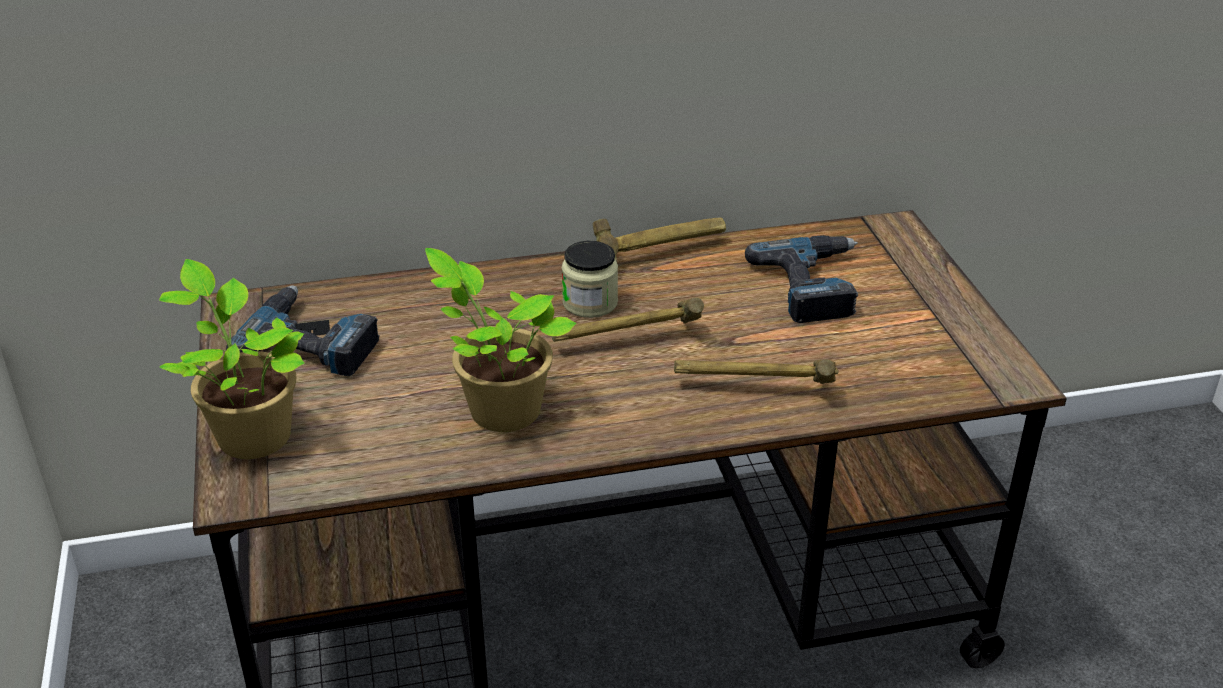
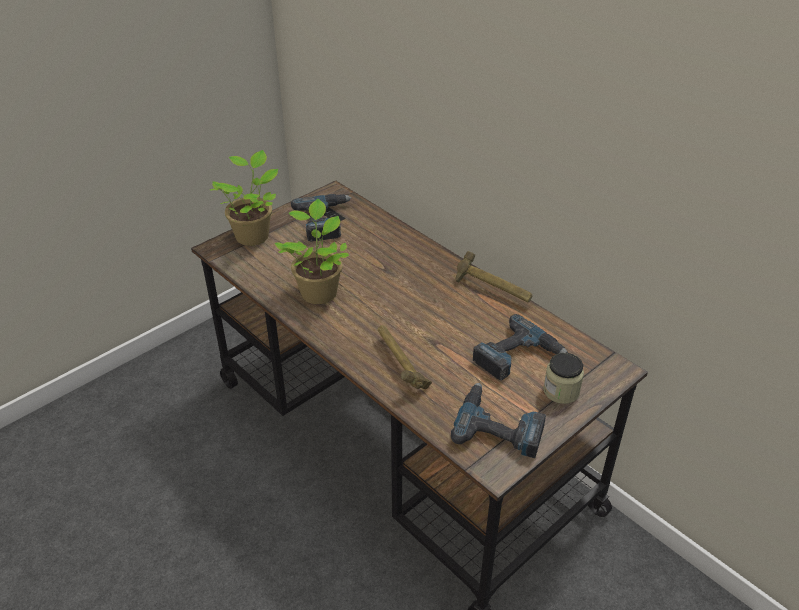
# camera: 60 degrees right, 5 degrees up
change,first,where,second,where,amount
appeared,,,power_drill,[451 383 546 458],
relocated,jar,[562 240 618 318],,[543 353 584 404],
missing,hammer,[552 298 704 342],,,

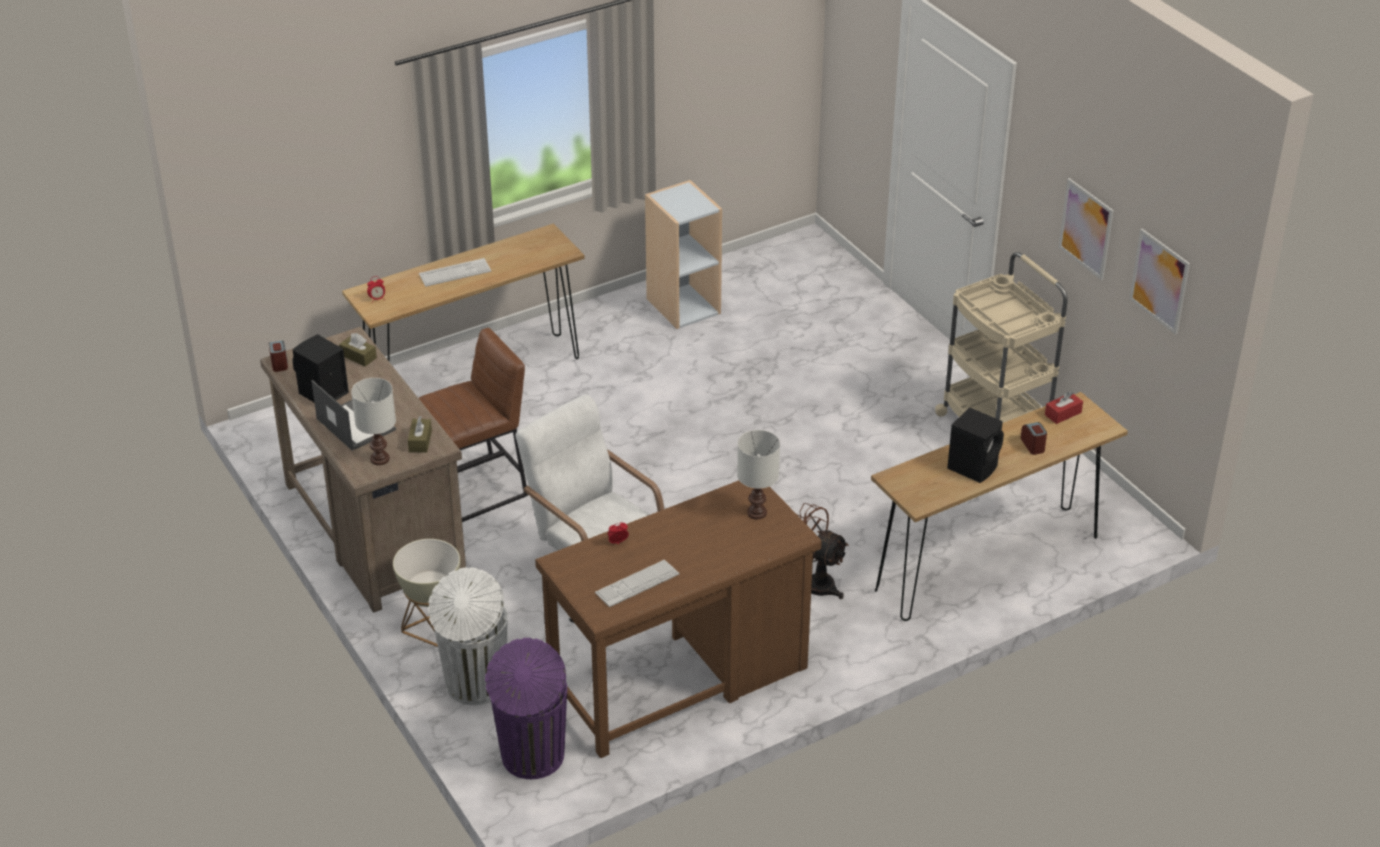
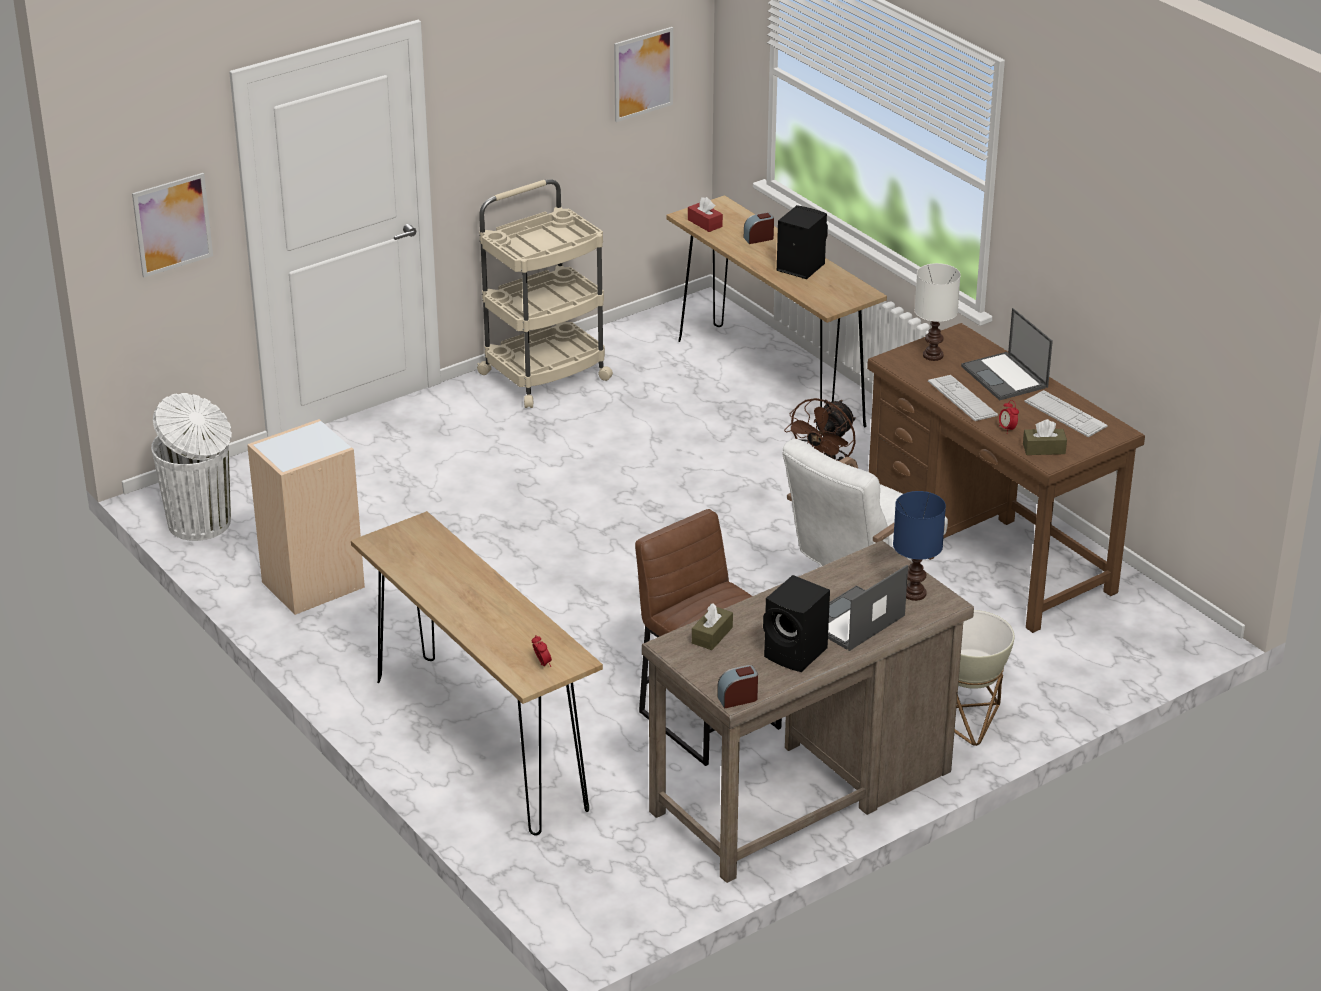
# camera: 95 degrees left, 5 degrees down
change,first,where,second,where,amount
relocated,picture,[1059 178 1114 280],,[132 173 213 277],
relocated,white_trash_can,[428 567 508 705],,[151 393 232 541],
colour,white_table_lamp,[351 378 396 465],blue_table_lamp,[893 491 946 601],
relocated,keyboard,[419 258 491 287],,[928 375 998 421],
appeared,,,laptop,[961 308 1053 400],
relocated,brown_tissue_box,[407 416 432 453],,[1023 419 1067 455],
missing,purple_trash_can,[485 638 567 779],,,

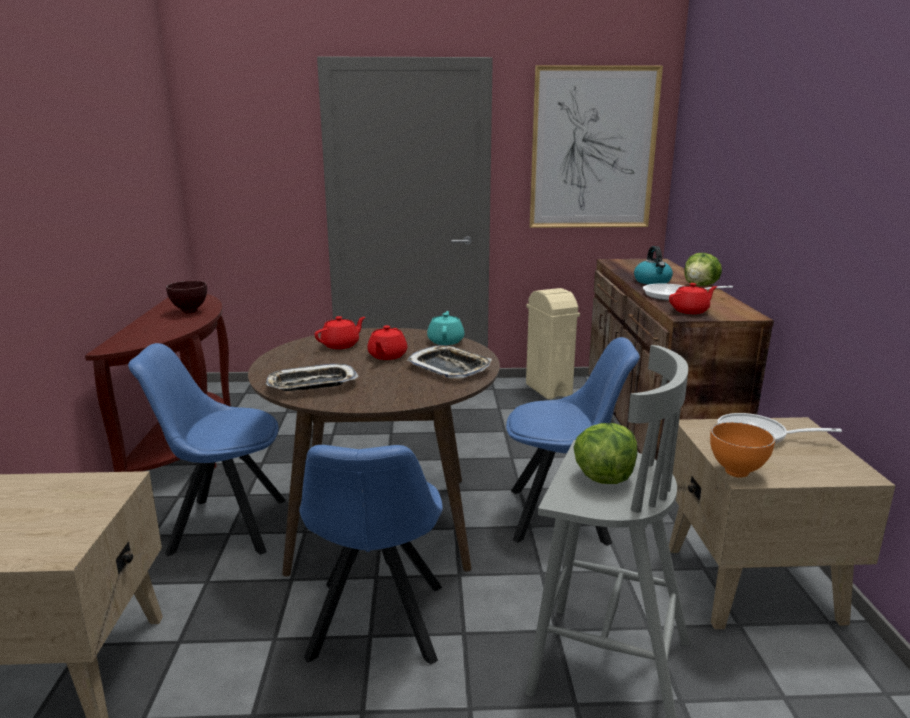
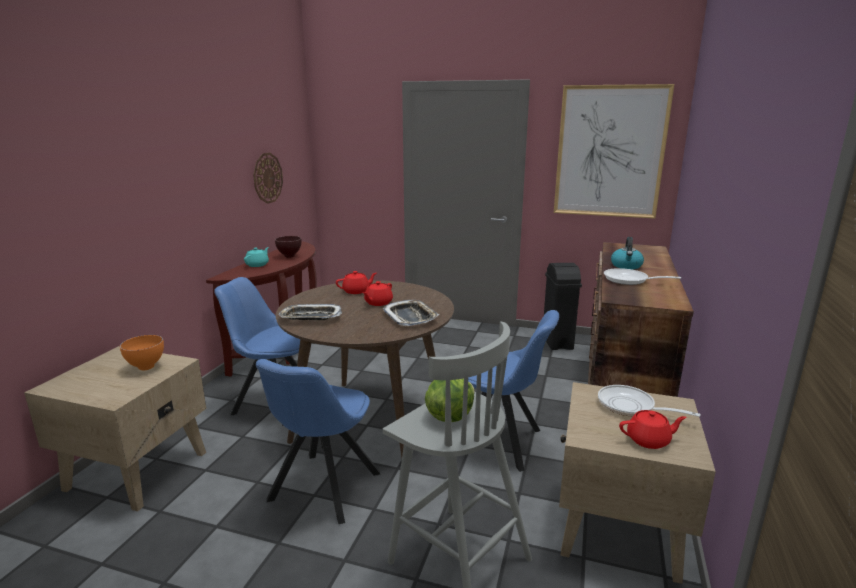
# camera: 20 degrees right, 0 degrees up
change,first,where,second,where,amount
relocated,orange_bowl,[710 422 775 478],,[120 335 164 370],
relocated,turquoise_teapot,[427 311 465 345],,[244 247 269 267],
appeared,,,wall_clock,[253 153 283 204],
colour,beige_trash_can,[526 288 580 399],black_trash_can,[544 263 582 350],
relocated,red_teapot,[669 283 717 314],,[619 410 687 449],
missing,lettuce,[684 253 722 286],,,

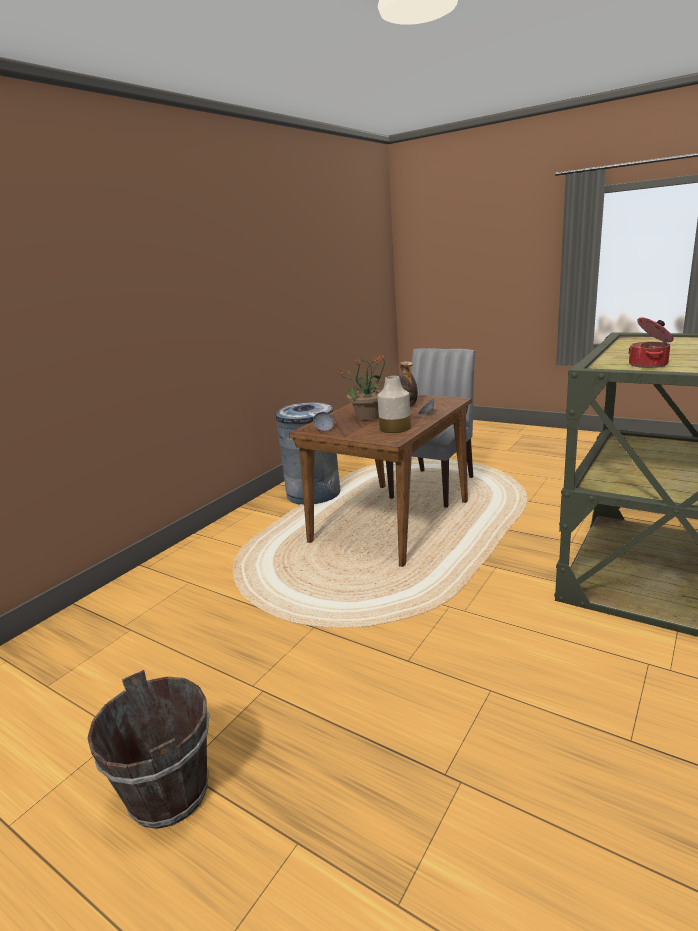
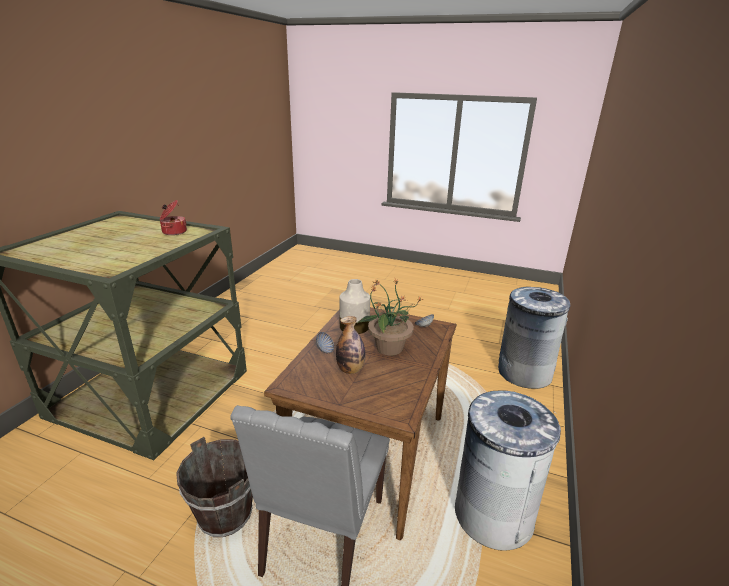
# camera: 165 degrees right, 5 degrees up
change,first,where,second,where,amount
relocated,brown_bucket,[87 670 209 829],,[176 437 253 537],
appeared,,,grey_trash_can,[498 287 570 389],

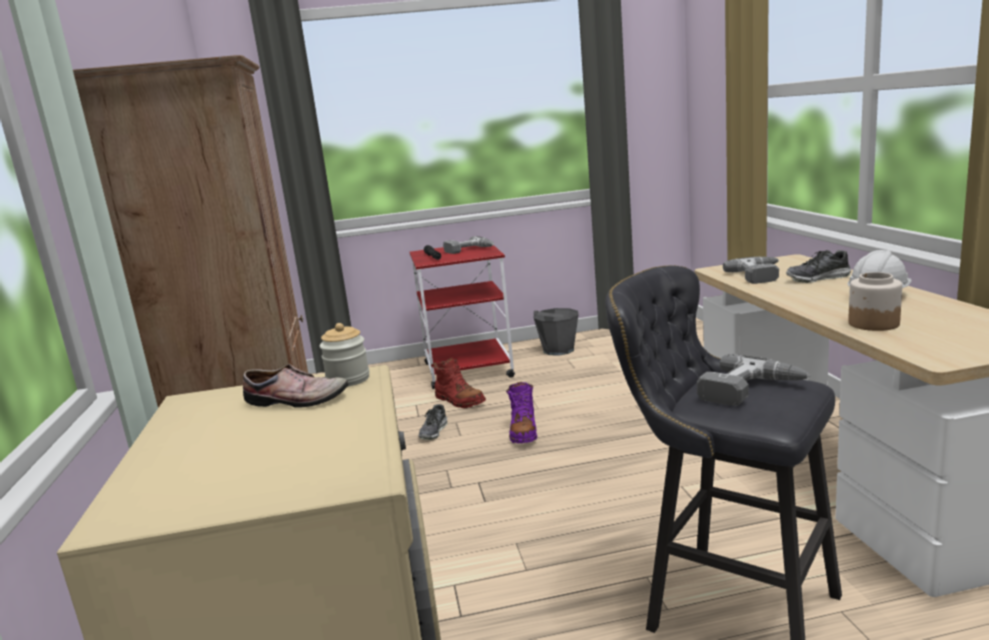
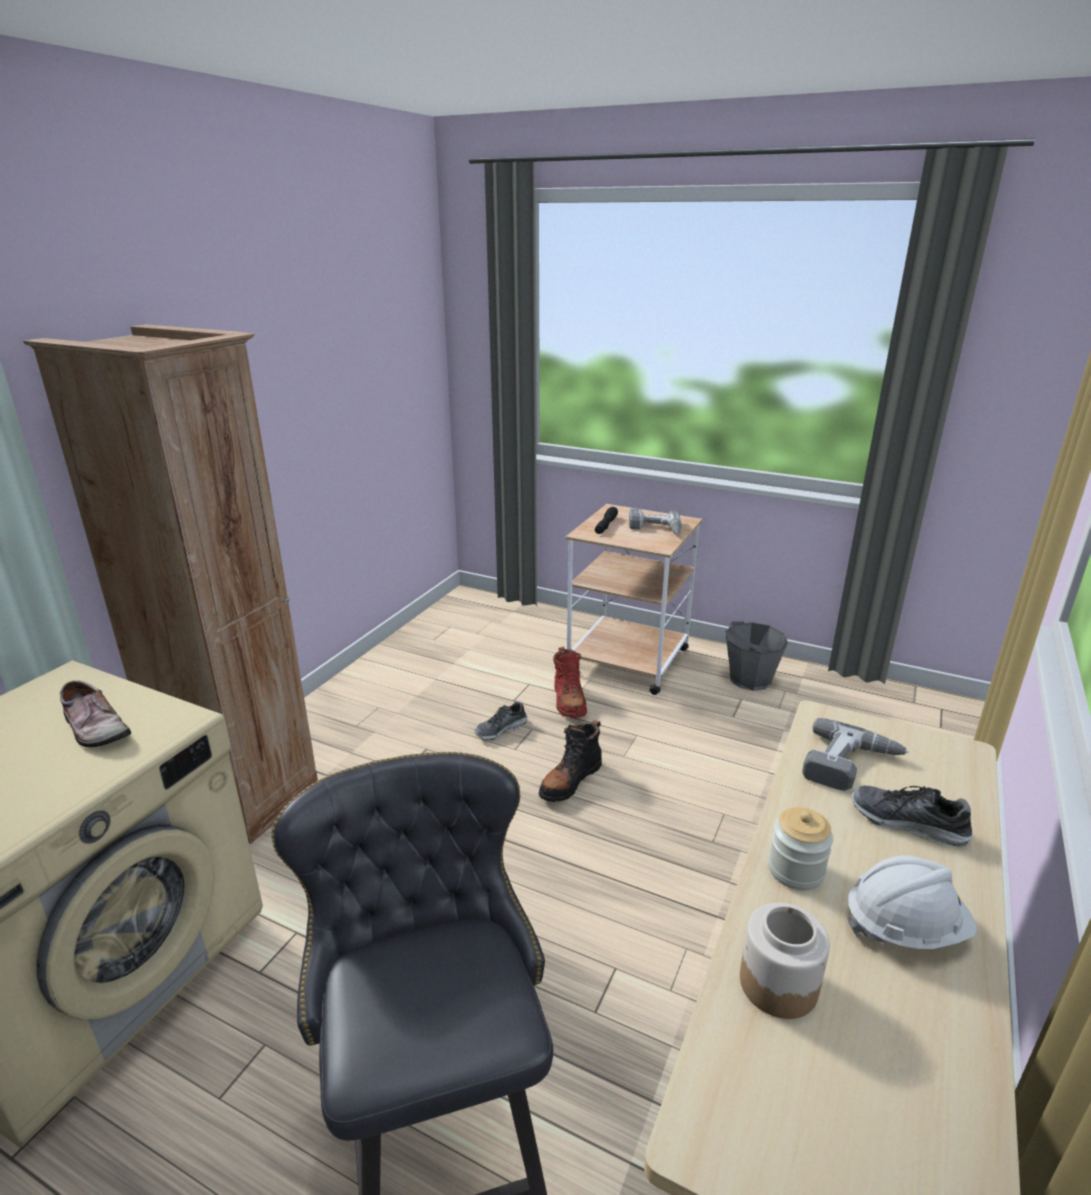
# camera: 35 degrees right, 10 degrees up
change,first,where,second,where,amount
colour,purple_boot,[506 382 537 443],black_boot,[539 721 602 802],
colour,red_cart,[409 245 515 389],beige_cart,[566 504 702 695],
relocated,jar,[320 323 370 387],,[768 807 833 891],
missing,power_drill,[697 354 811 406],,,

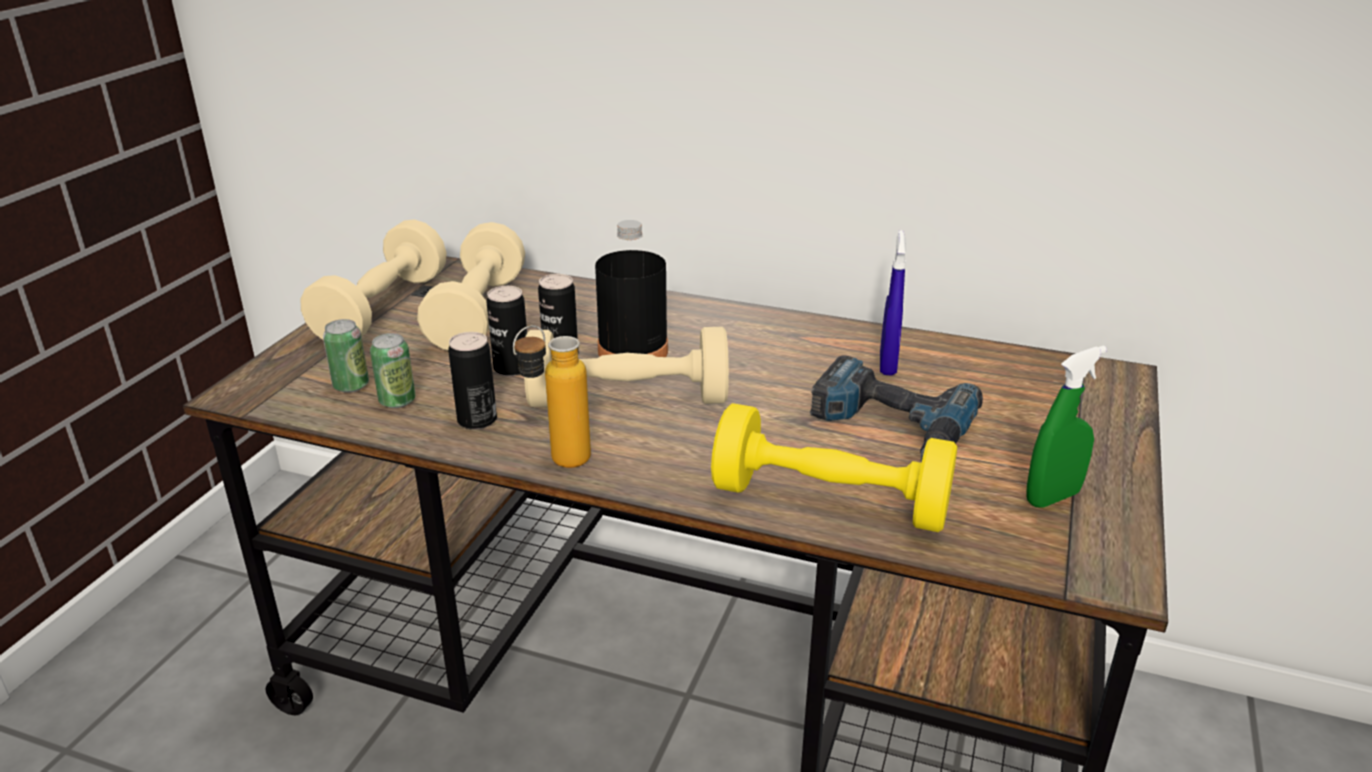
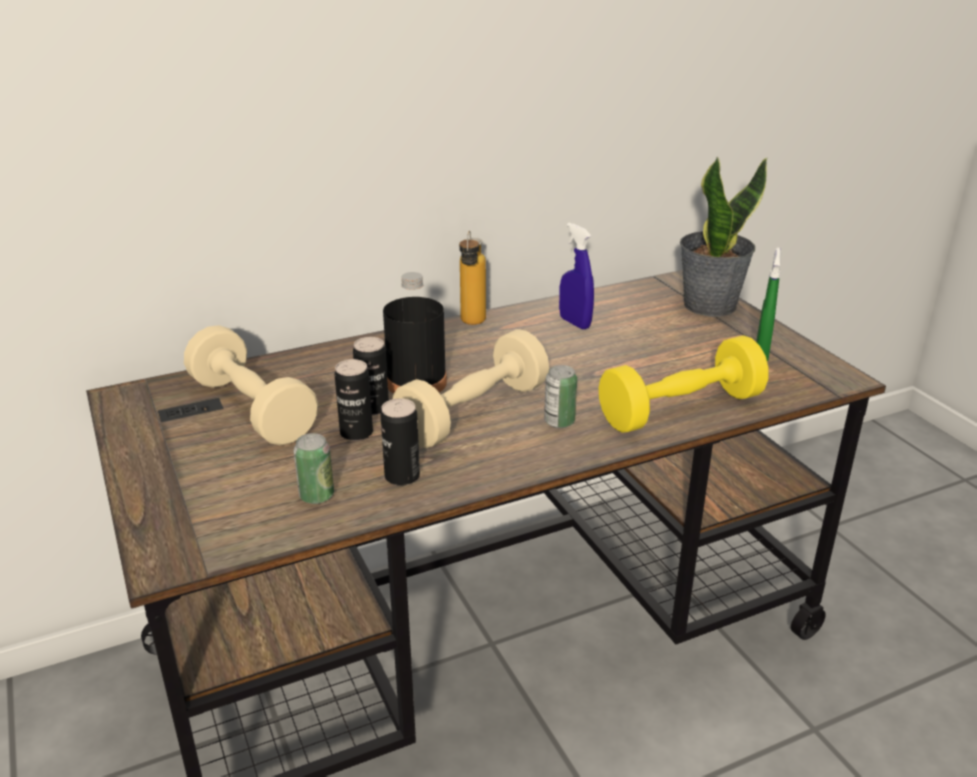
# camera: 45 degrees left, 0 degrees up
change,first,where,second,where,amount
relocated,bottle,[513 325 591 468],,[459 231 486 325],
relocated,can,[323 319 369 393],,[544 365 577 428],
appeared,,,potted_plant,[680 156 768 317],
missing,beige_dumbbell,[301 219 447 340],,,
missing,power_drill,[810 355 983 462],,,

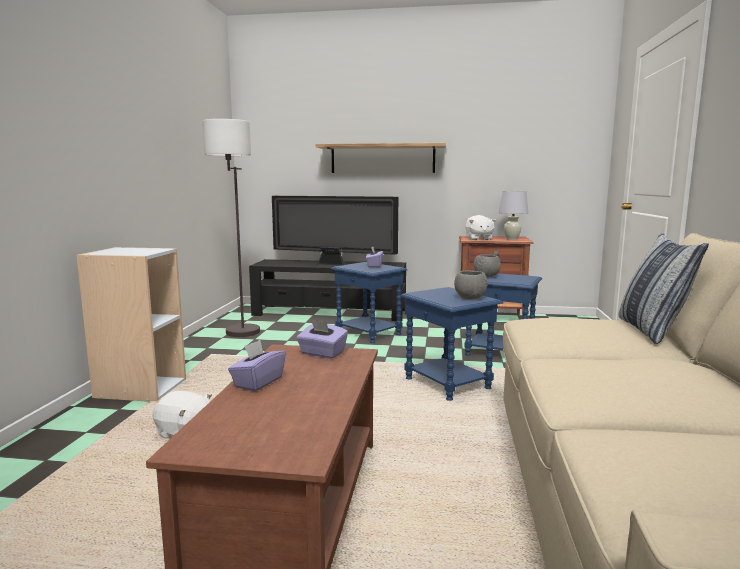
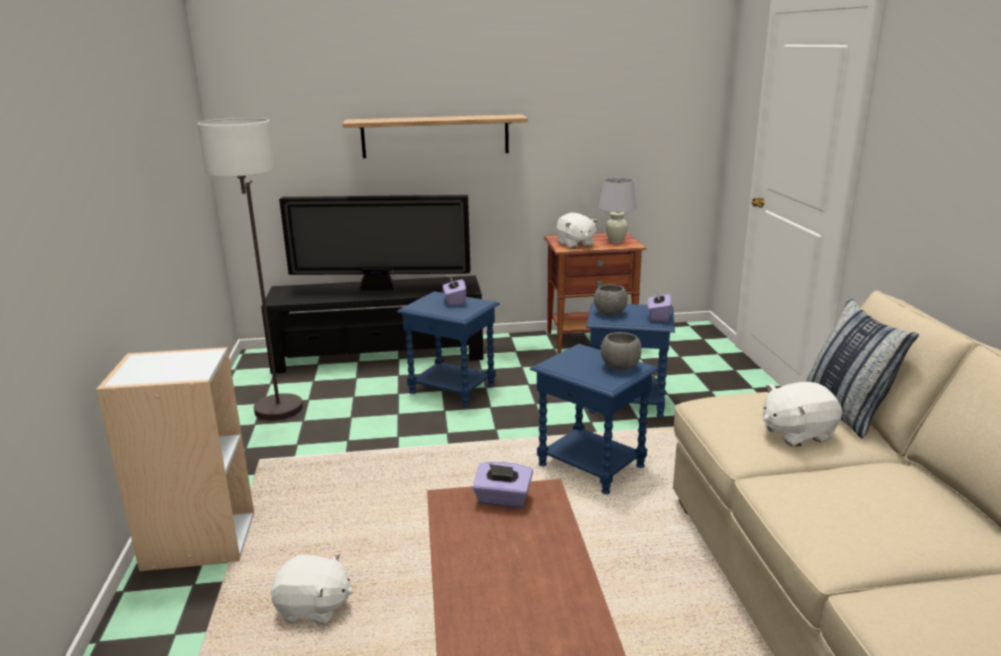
# camera: 15 degrees left, 10 degrees up
change,first,where,second,where,amount
relocated,purple_tissue_box,[228 340 286 391],,[648 289 672 322],
appeared,,,white_plush_toy,[763 382 842 447],

